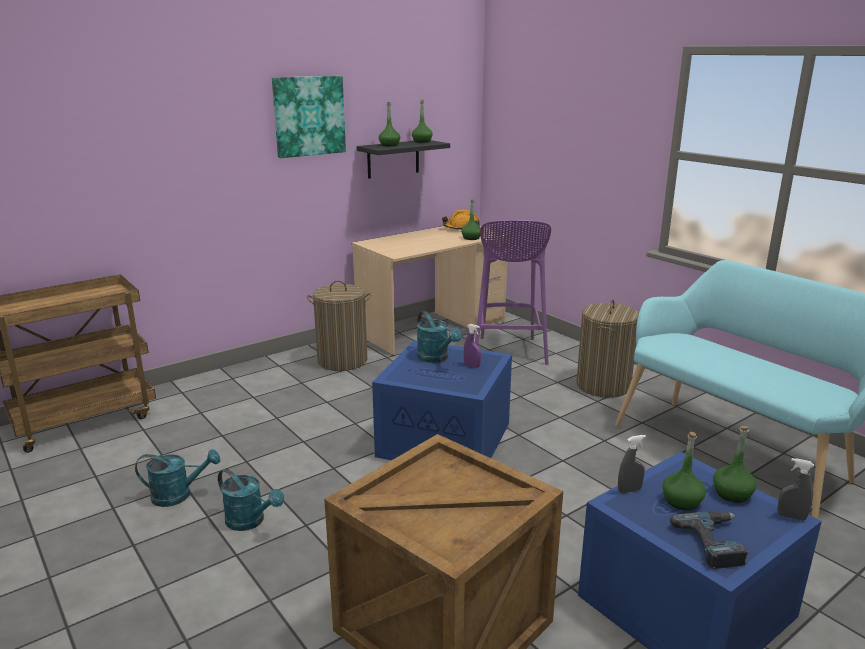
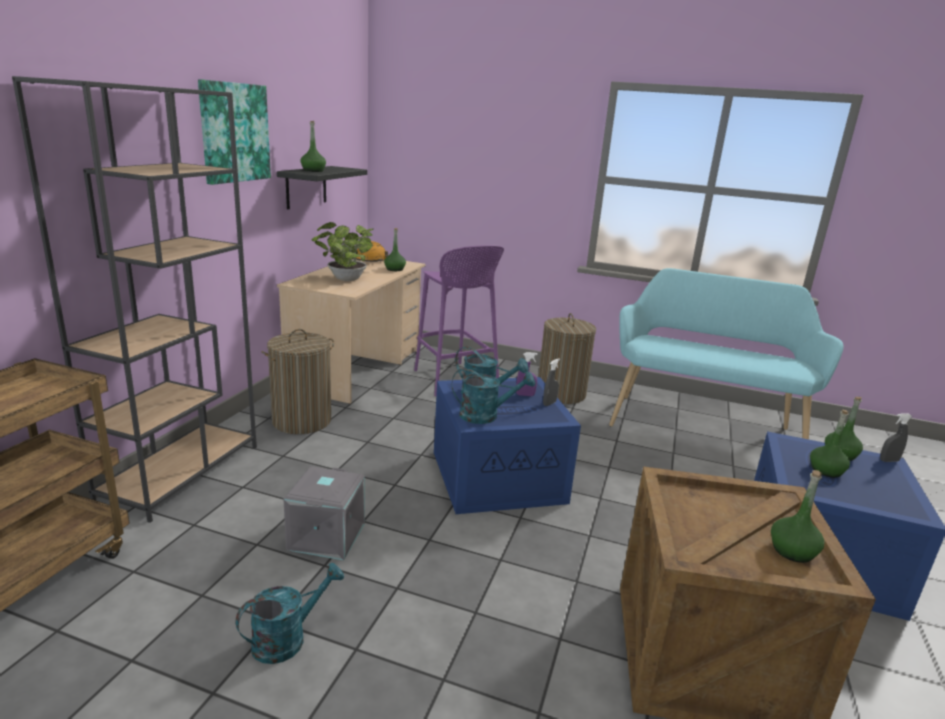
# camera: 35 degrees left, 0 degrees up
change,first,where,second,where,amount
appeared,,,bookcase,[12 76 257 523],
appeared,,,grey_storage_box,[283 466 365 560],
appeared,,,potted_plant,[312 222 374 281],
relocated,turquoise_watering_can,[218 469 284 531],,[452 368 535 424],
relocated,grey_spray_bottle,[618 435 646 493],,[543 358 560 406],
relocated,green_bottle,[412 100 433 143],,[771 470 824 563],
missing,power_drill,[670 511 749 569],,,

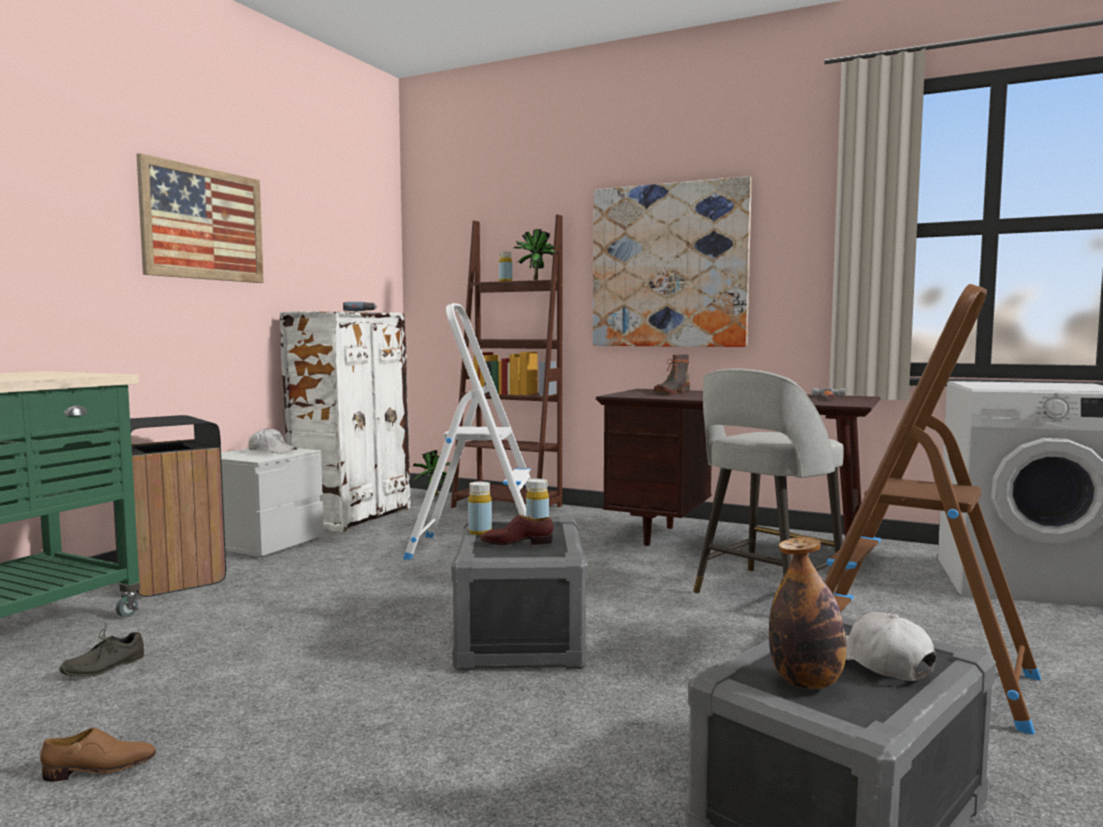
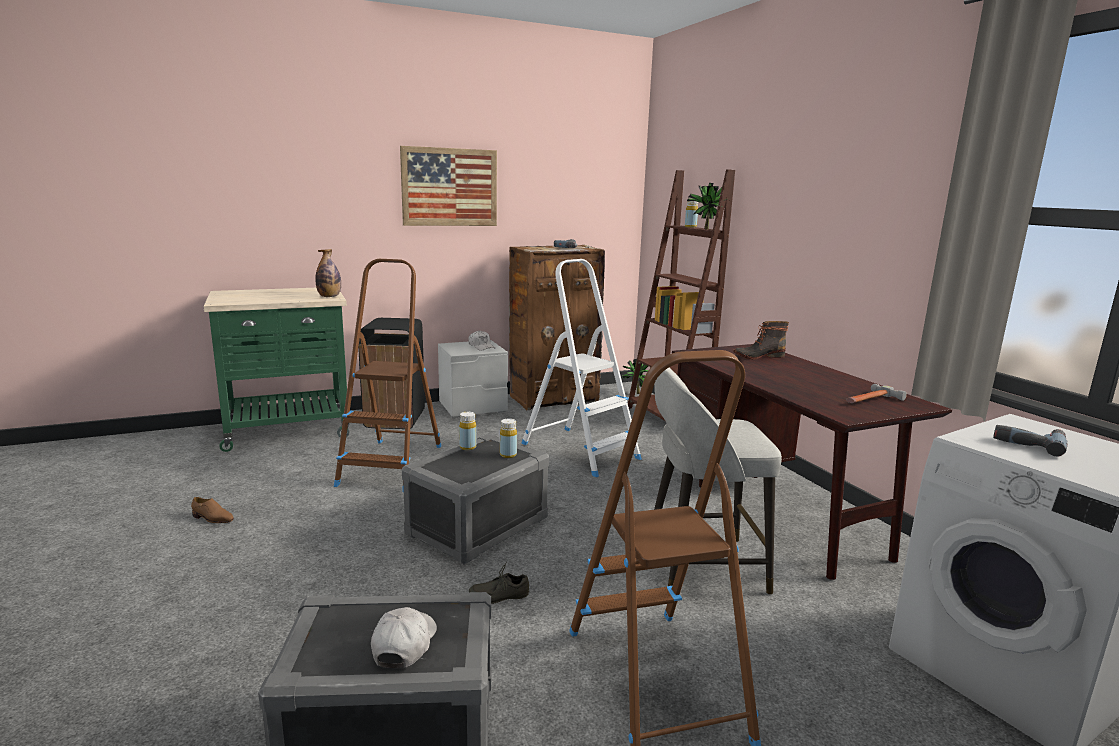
# camera: 40 degrees right, 10 degrees up
change,first,where,second,where,amount
relocated,bottle,[769 537 847 689],,[315 249 341 297],
appeared,,,brown_step_ladder,[334 259 442 492],
relocated,grey_shoe,[59 625 144 677],,[469 561 529 604],
colour,white_cabinet,[280 311 411 532],brown_cabinet,[509 245 605 410],
appeared,,,power_drill,[993 425 1067 456],
missing,brown_shoe,[480 514 553 545],,,
missing,picture,[593 176 752 347],,,

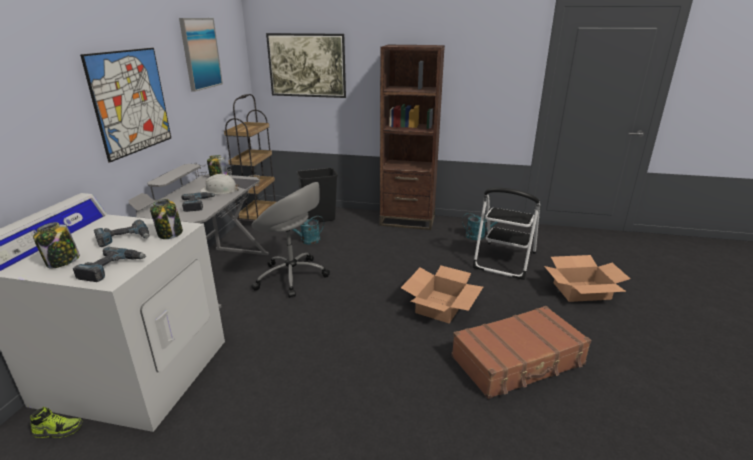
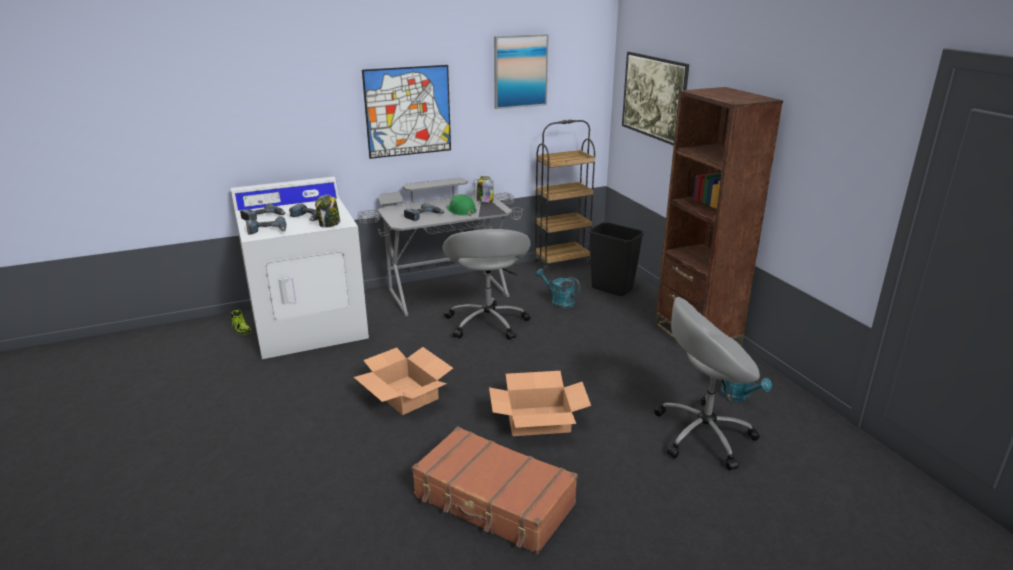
# camera: 55 degrees right, 0 degrees up
change,first,where,second,where,amount
exchanged,jar,[33 222 80 268],power_drill,[240 203 285 221],
relocated,cardboard_box,[544 255 630 302],,[354 347 453 415],
colour,white_hard_hat,[200 174 240 194],green_hard_hat,[446 194 477 216],
exchanged,step_ladder,[473 188 540 280],grey_office_chair,[654 297 760 470],

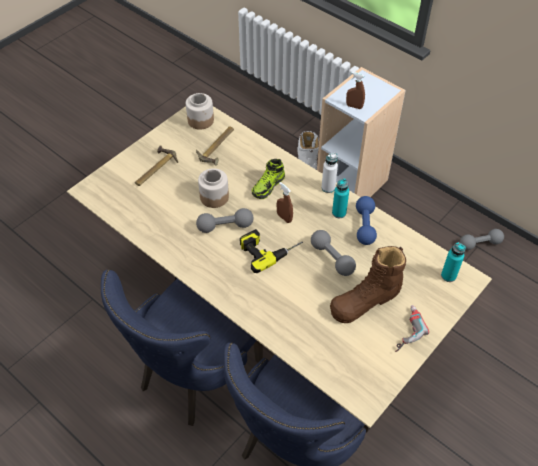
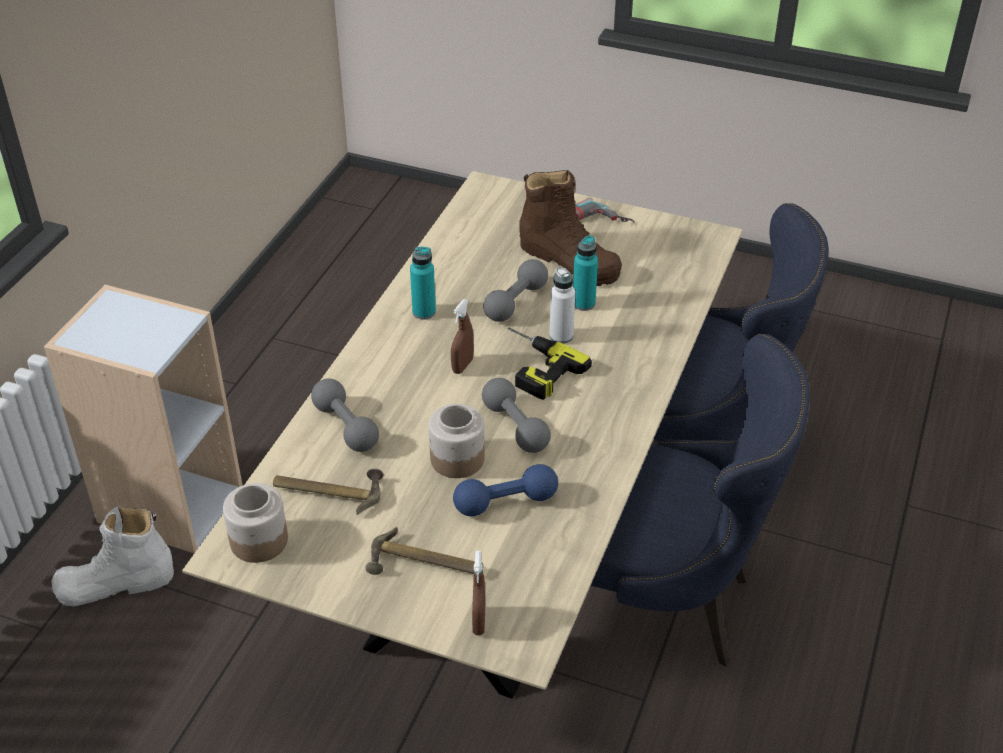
# camera: 110 degrees left, 10 degrees down
change,first,where,second,where,amount
relocated,grey_dumbbell,[460 229 504 250],,[311 378 379 452],
relocated,blue_dumbbell,[356 196 377 245],,[453 464 558 516],
relocated,brown_spray_bottle,[346 72 365 109],,[472 551 485 635],
relocated,white_bottle,[321 153 338 193],,[549 267 575 344],
relocated,turquoise_bottle,[441 242 466 282],,[573 235 598 311],
missing,shoe,[252 159 285 199],,,

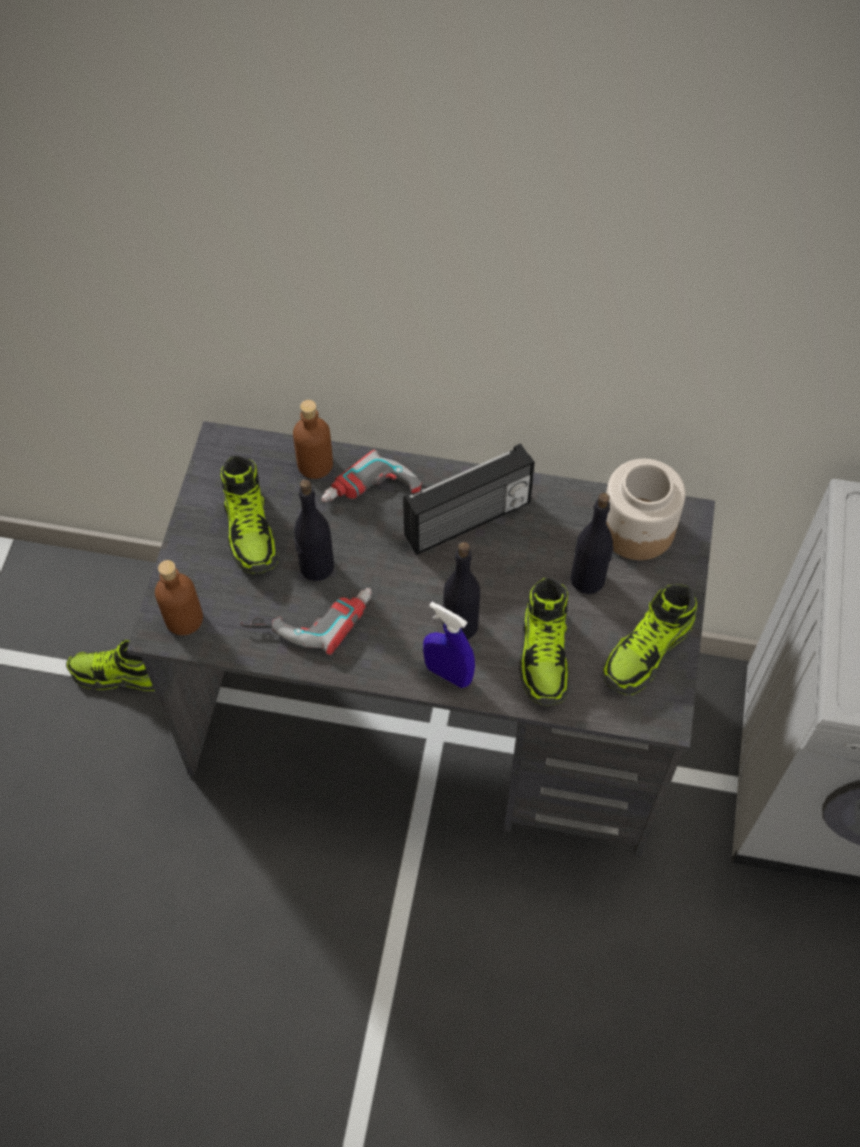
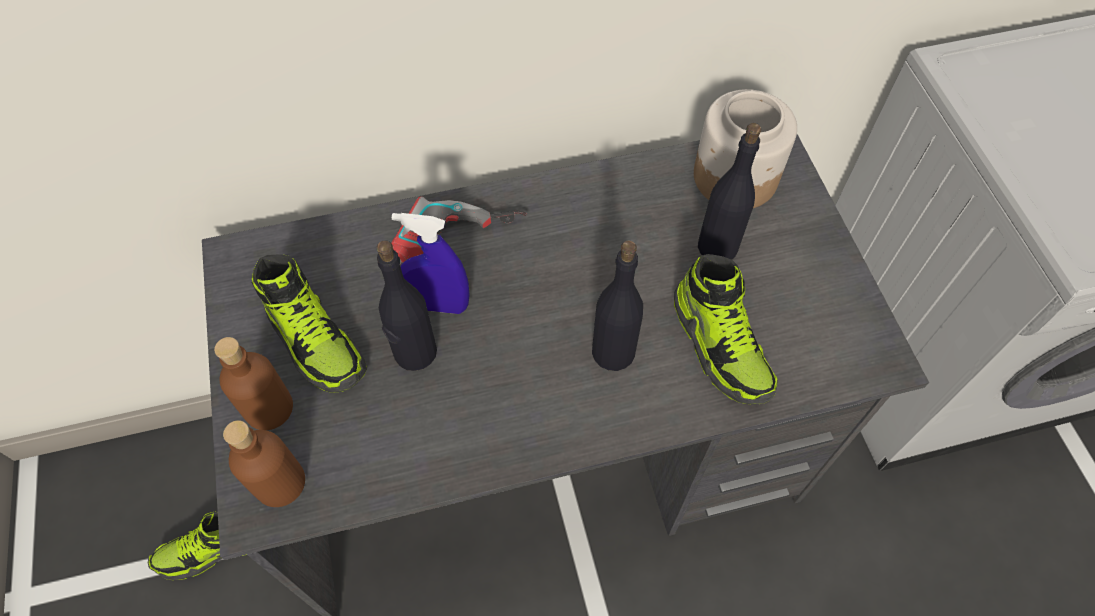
# camera: 25 degrees left, 0 degrees up
change,first,where,second,where,amount
relocated,brown_bottle,[293 400 333 479],,[214 337 293 430],
relocated,blue_spray_bottle,[423 602 475 688],,[392 213 470 314],
missing,power_drill,[240 588 372 655],,,
missing,radio,[403 443 535 555],,,
missing,shoe,[603 584 697 695],,,

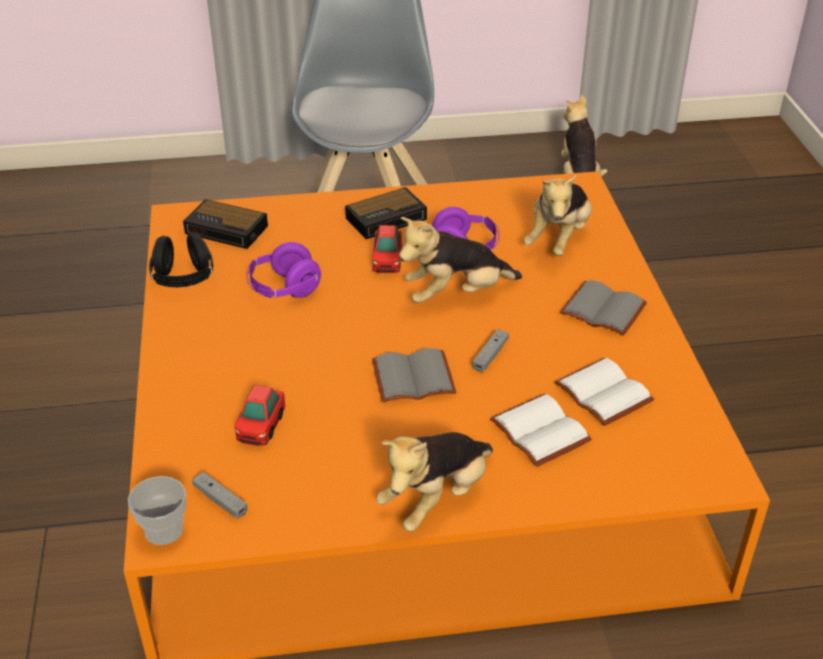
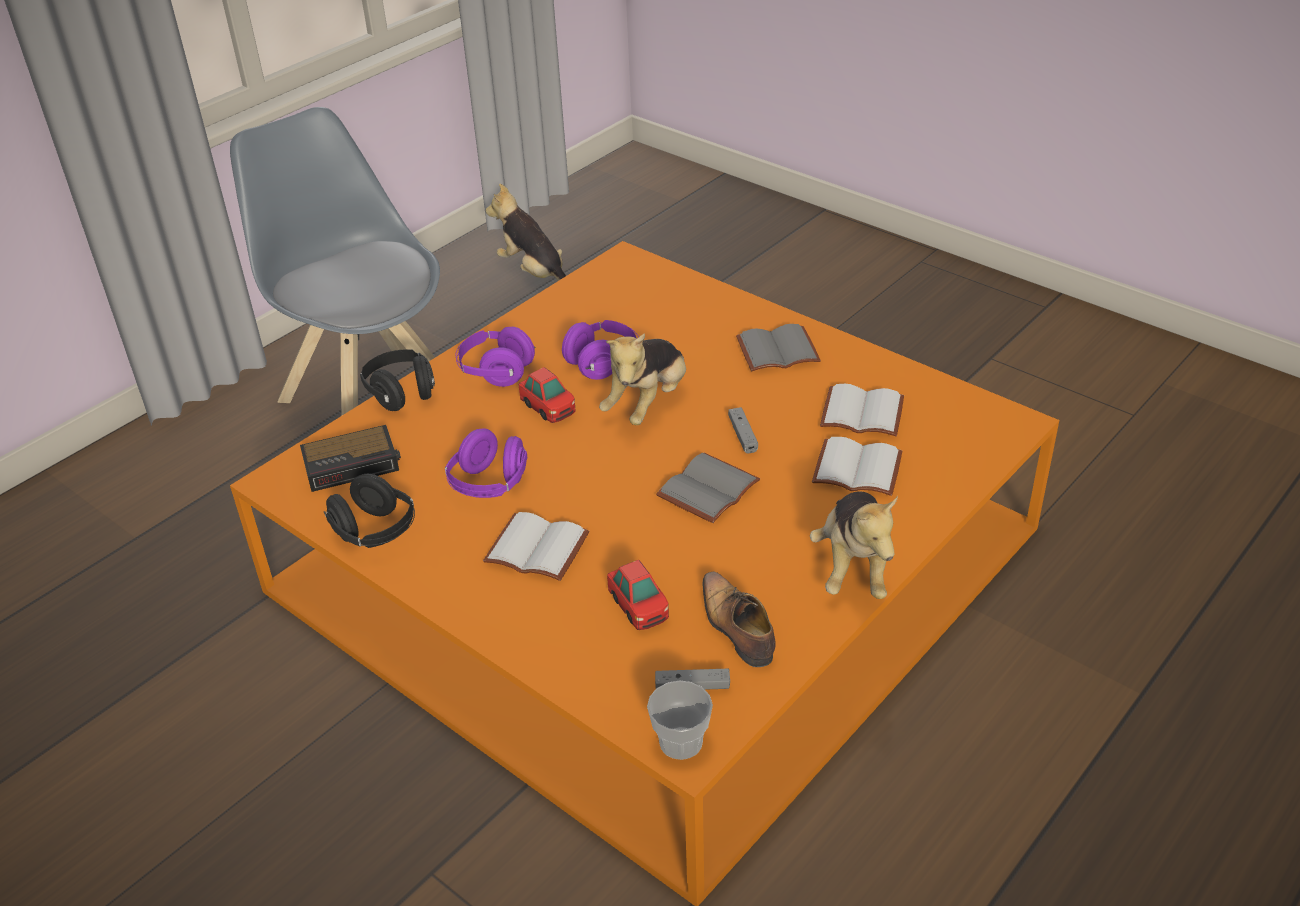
# camera: 40 degrees left, 0 degrees up
change,first,where,second,where,amount
appeared,,,black_headphones,[360 349 435 411],
exchanged,alarm_clock,[345 187 427 239],purple_headphones,[456 327 535 387],
appeared,,,white_book,[483 512 589 581],
appeared,,,shoe,[703 571 776 667],
missing,plush_toy,[523 175 592 256],,,

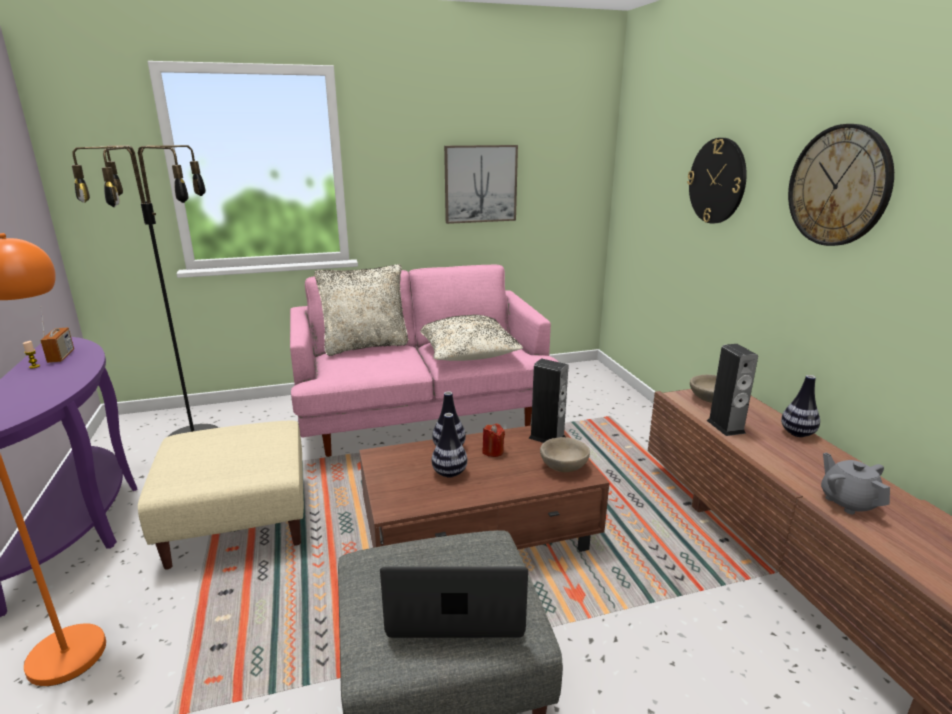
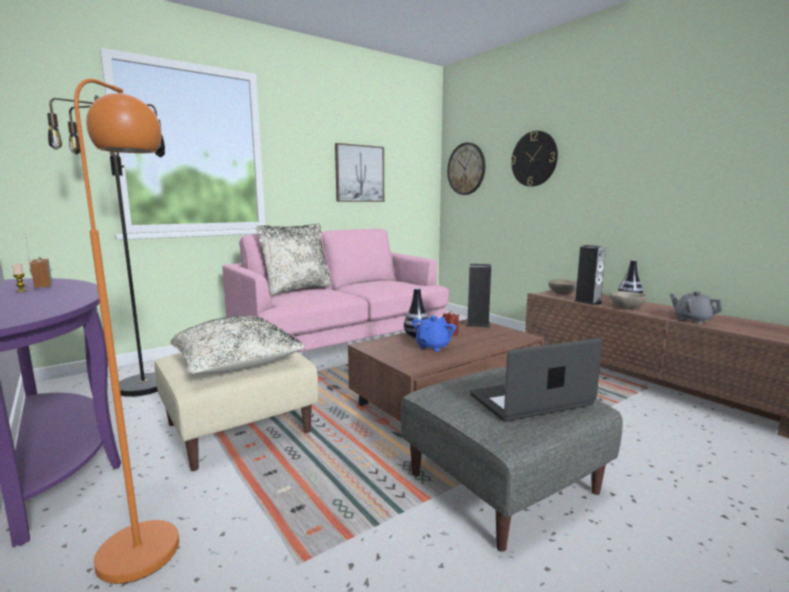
# camera: 20 degrees left, 10 degrees down
change,first,where,second,where,amount
relocated,beige_pillow,[420 314 523 361],,[170 315 306 374],
exchanged,vase,[432 413 467 477],blue_teapot,[413 316 456 351],
relocated,wall_clock,[788 124 894 246],,[447 143 485 195],
relocated,beige_bowl,[540 437 590 472],,[610 291 647 309],

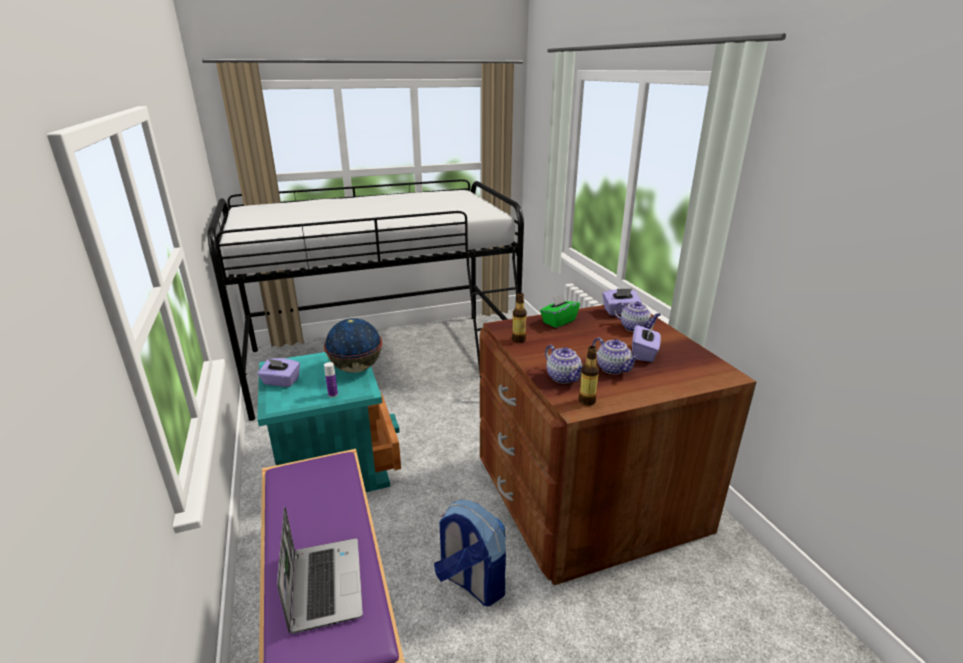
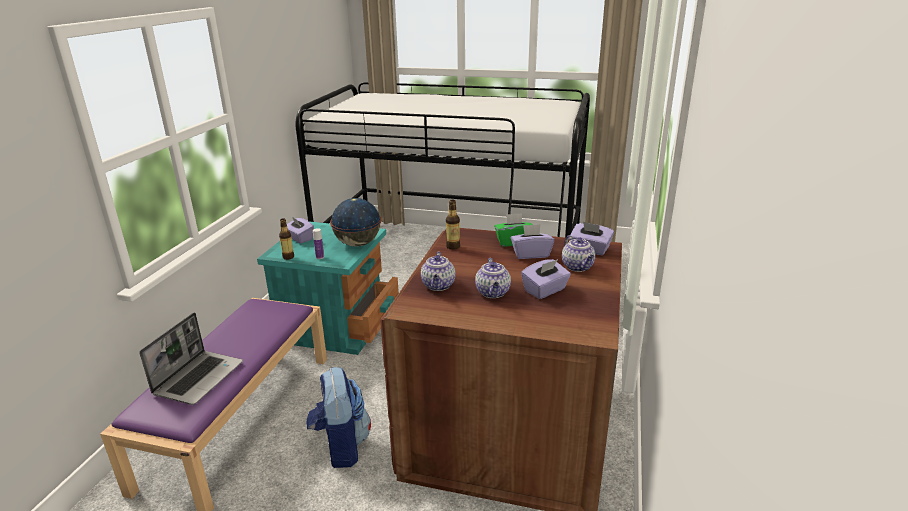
# camera: 35 degrees right, 0 degrees up
change,first,where,second,where,amount
relocated,bottle,[579 346 599 406],,[279 218 294 260],
appeared,,,purple_tissue_box,[511 224 554 259],

